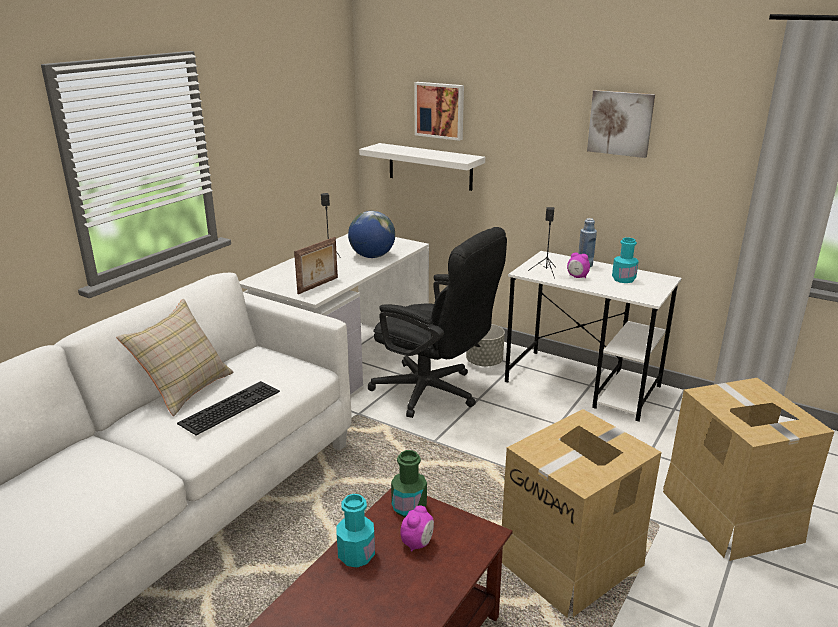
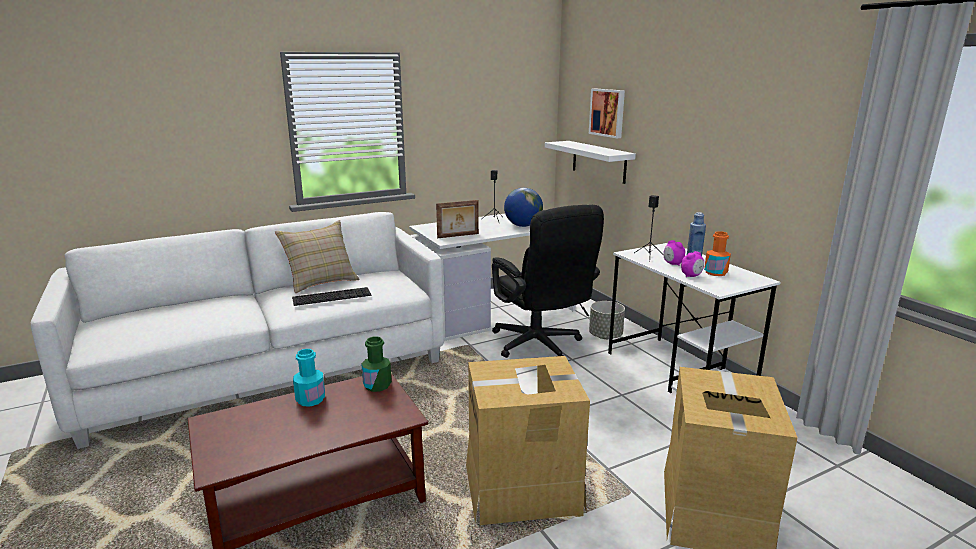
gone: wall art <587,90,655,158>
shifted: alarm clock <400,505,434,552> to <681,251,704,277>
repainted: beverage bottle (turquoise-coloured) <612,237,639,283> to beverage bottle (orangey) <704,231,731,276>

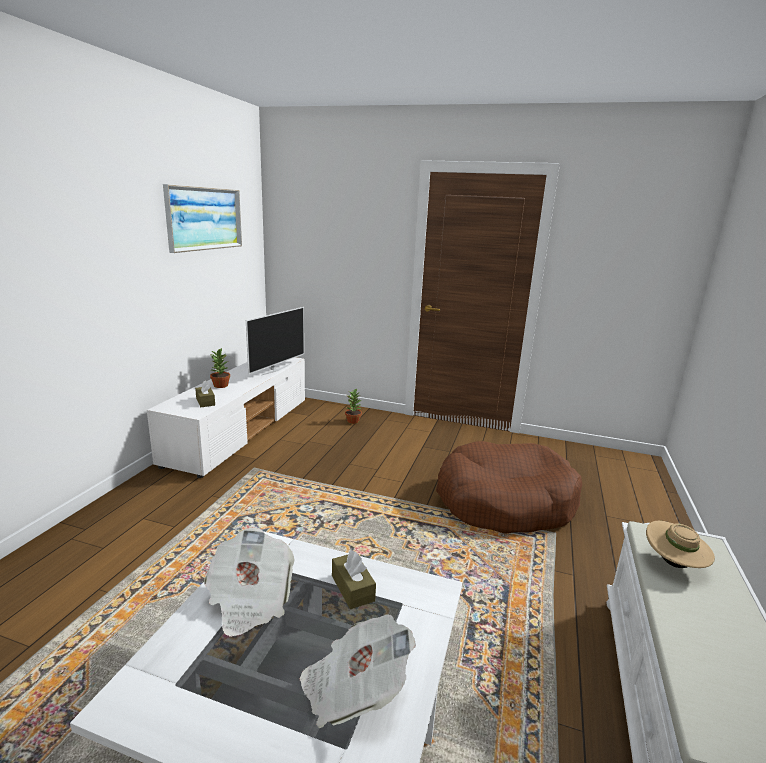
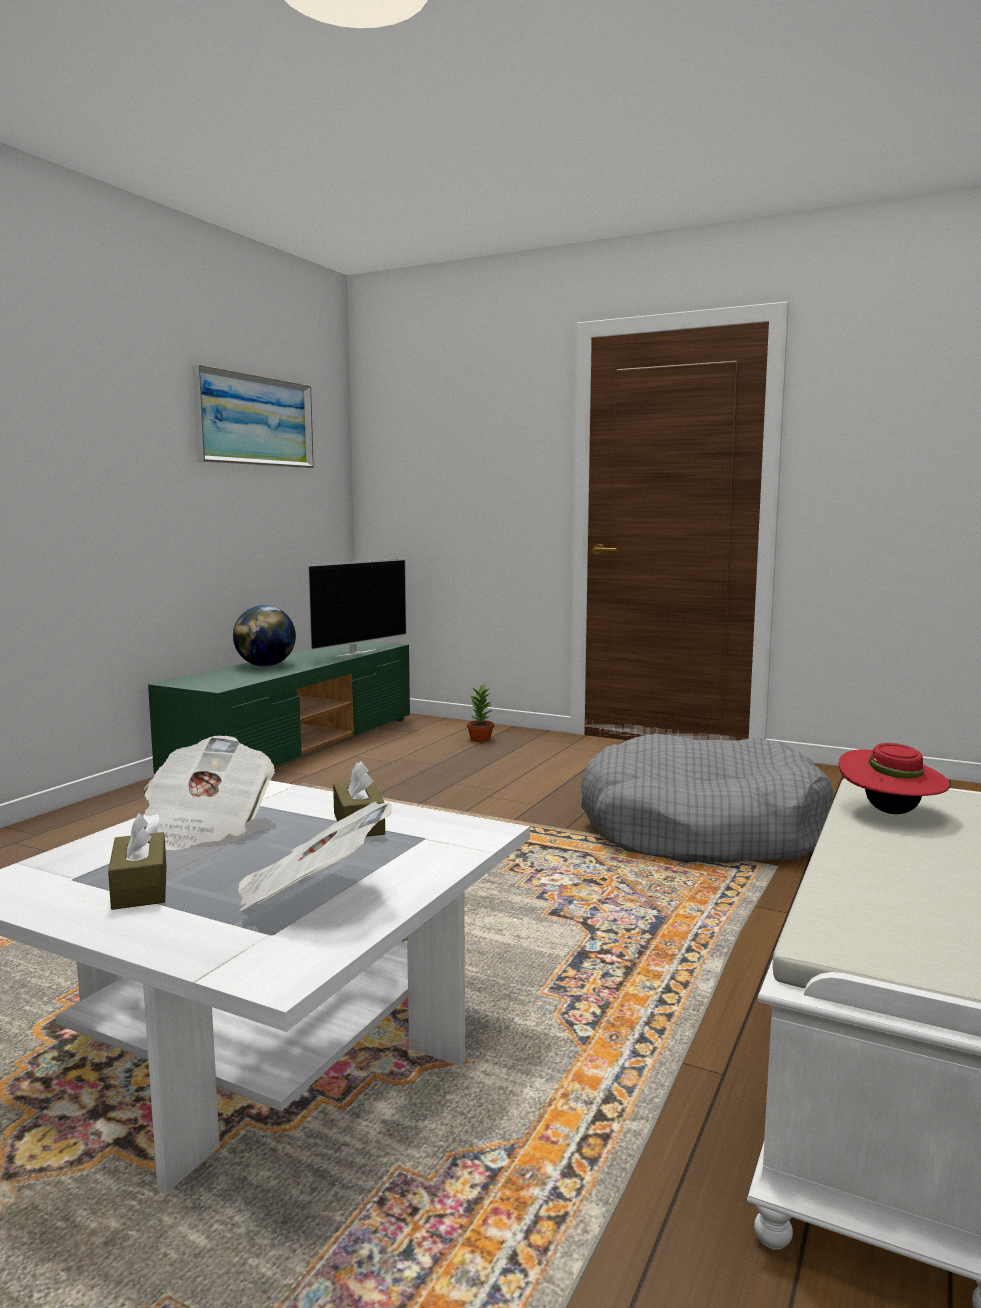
shifted: tissue holder (brown) <195,381,215,407> to <108,813,167,910>
swapped: potted plant <210,347,230,388> to globe <233,605,296,667>
repainted: media console (white-coloured) <147,357,305,478> to media console (green) <148,641,410,774>; dog cushion (brown) <436,441,582,534> to dog cushion (grey) <581,734,834,863>; wearable hat (sand-coloured) <646,521,715,568> to wearable hat (reddish) <838,743,950,814>

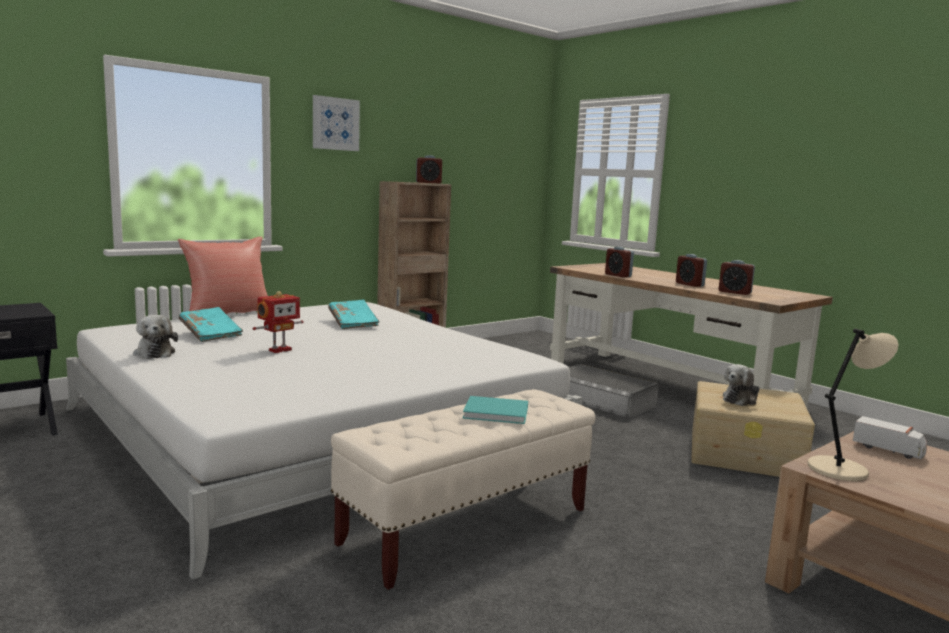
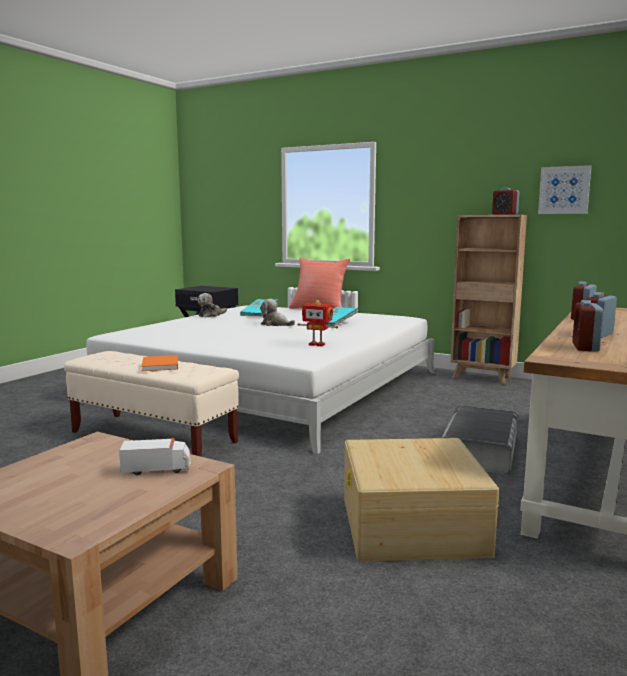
gone: tabletop lamp (sand-coloured) <808,329,898,481>
shifted: robot figure <253,291,304,353> to <298,300,338,346>; wall art <313,95,360,151> to <538,165,591,214>; cuddly toy <723,364,760,406> to <260,299,295,326>
repainted: book (turquoise-coloured) <463,396,528,424> to book (orangey) <141,355,178,371>
rotated: toy truck <853,416,927,459> = <119,438,191,476> 120 degrees counterclockwise

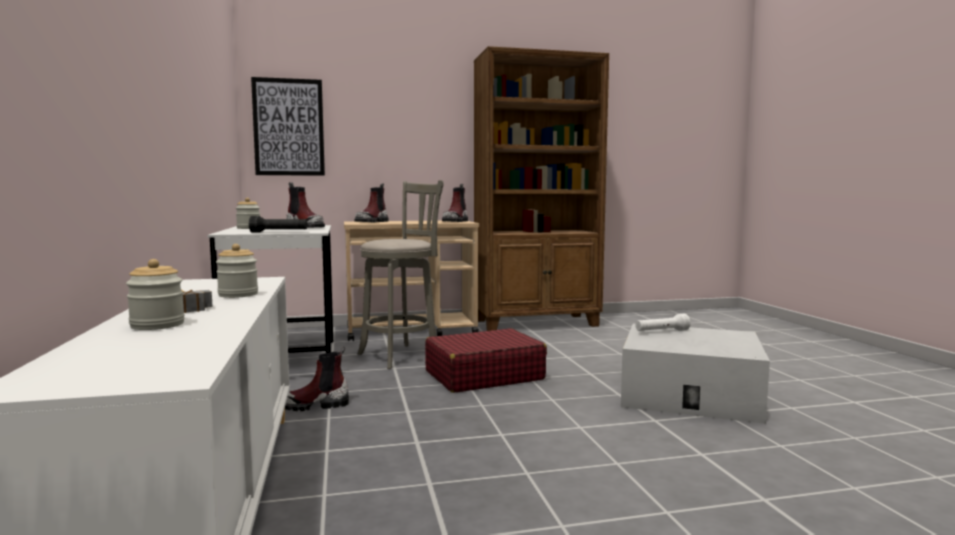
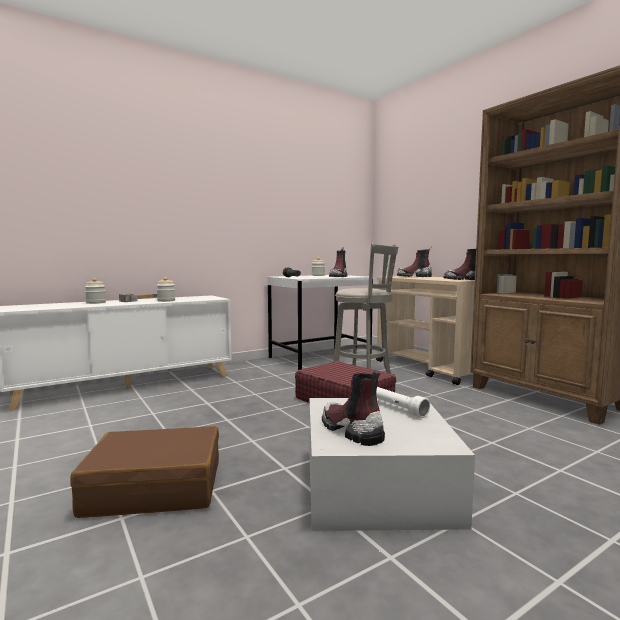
gone: wall art <251,77,325,176>
new: piece of luggage (brown) <70,426,219,518>
shifted: high-top boot <285,347,349,411> to <322,371,385,446>

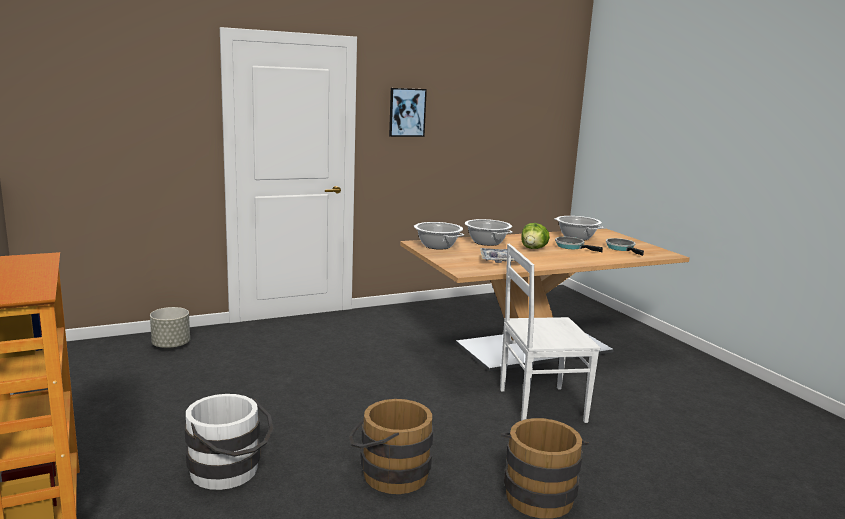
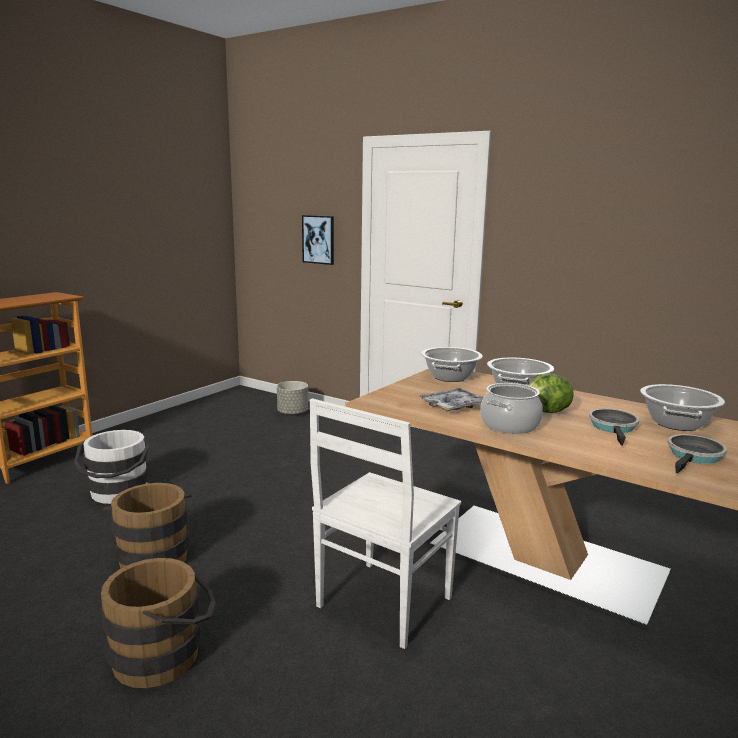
new: cooking pot <480,383,543,434>
shifted: wall art <389,88,427,137> to <302,215,334,265>
rotated: plain chair (white-coloured) <500,244,600,423> = <310,398,461,649> 105 degrees counterclockwise

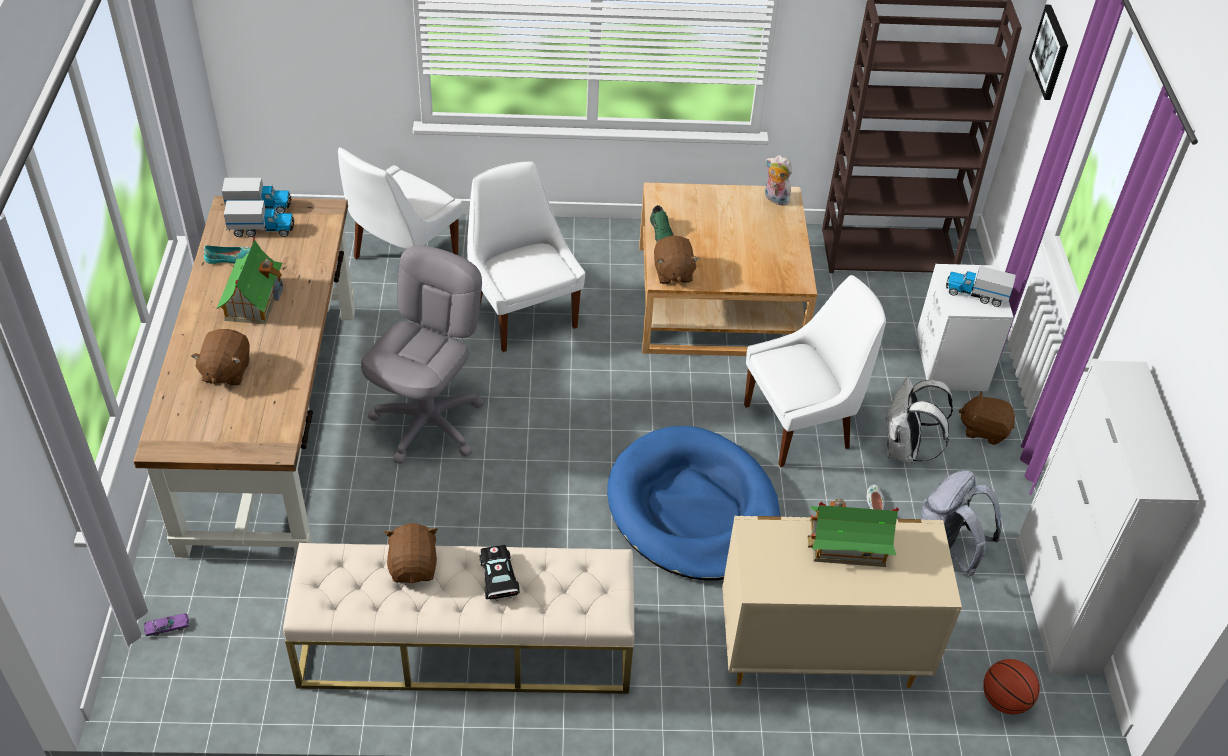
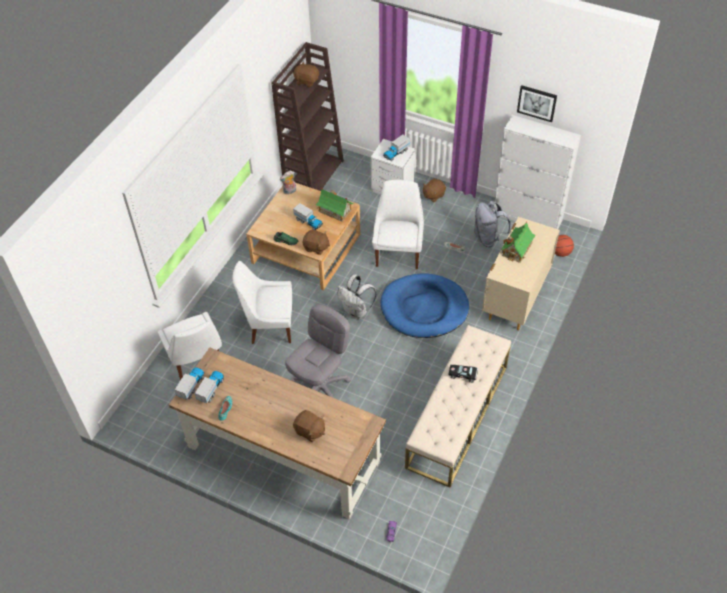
new: toy truck <293,203,323,230>
shifted: toy house <217,236,284,324> to <316,188,354,222>; cuddly toy (brown) <385,523,438,583> to <293,62,319,87>; knapsack (white-coloured) <885,377,953,463> to <337,274,376,319>; wall art <1029,5,1068,100> to <517,85,557,122>
rotated: office chair (grey) <361,245,484,464> = <285,304,351,398> 75 degrees clockwise

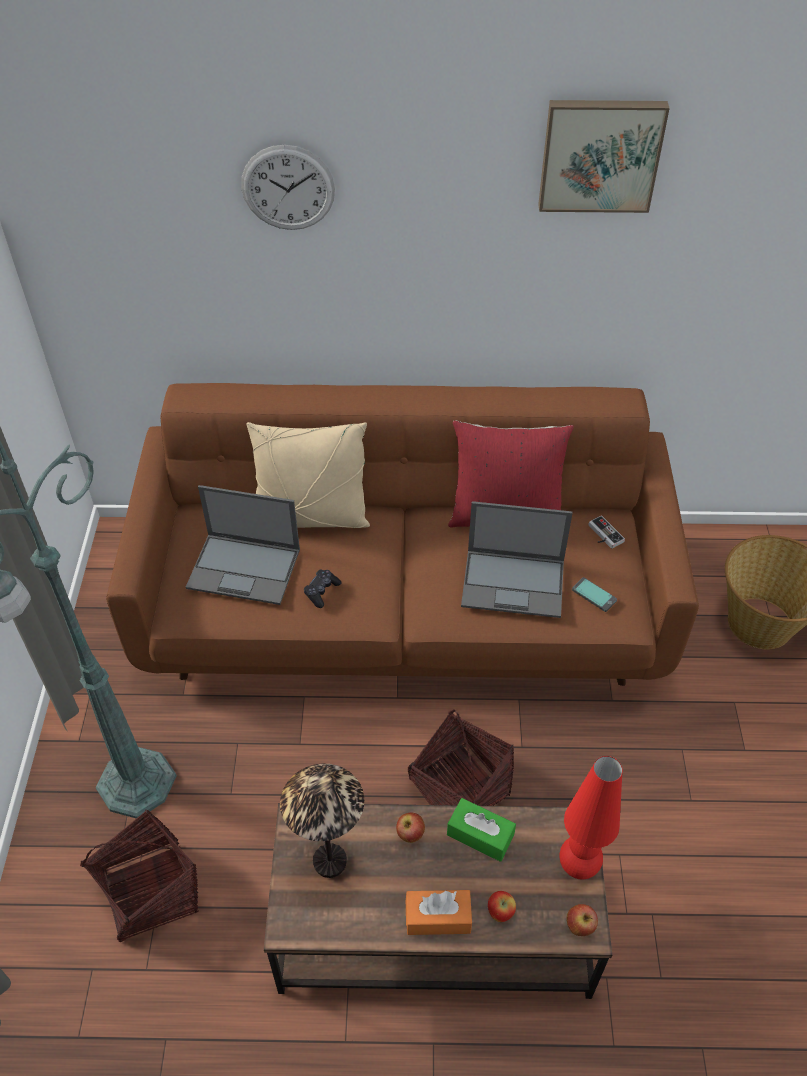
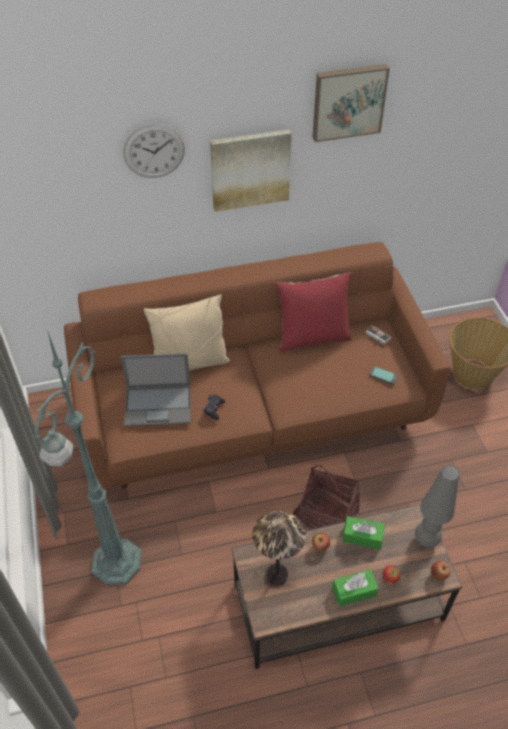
gone: household basket <80,809,198,942>; notebook computer <461,501,573,618>
new: wall art <210,129,292,212>
repainted: tissue holder (orangey) <406,890,472,935> to tissue holder (green) <332,570,379,606>; tabletop lamp (reddish) <559,756,623,880> to tabletop lamp (grey) <415,465,459,548>

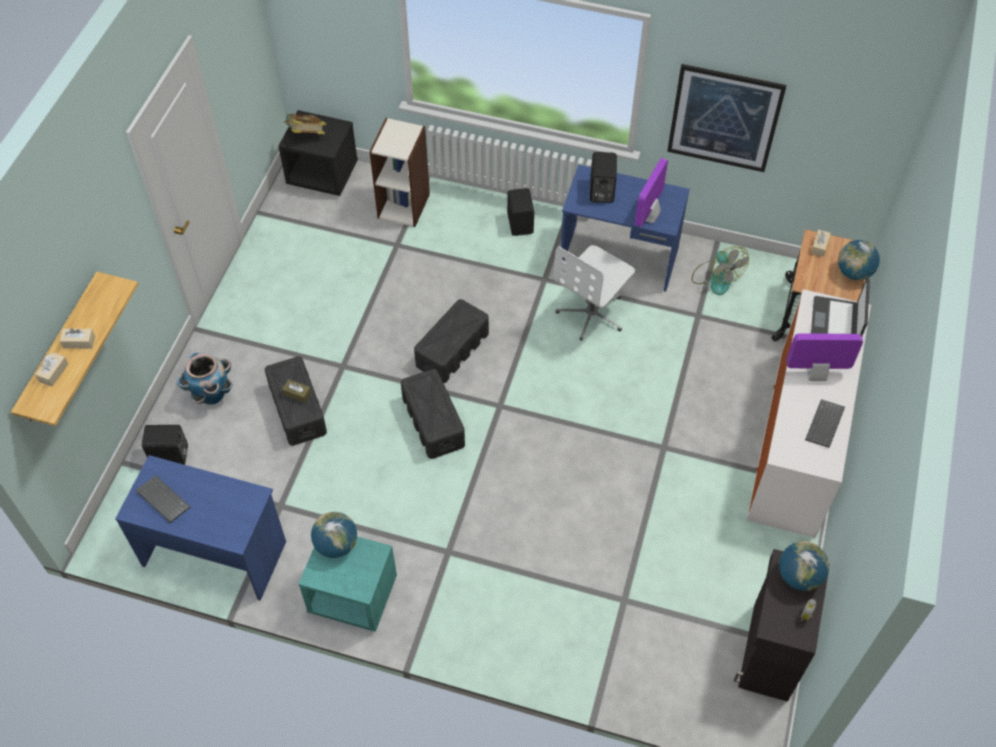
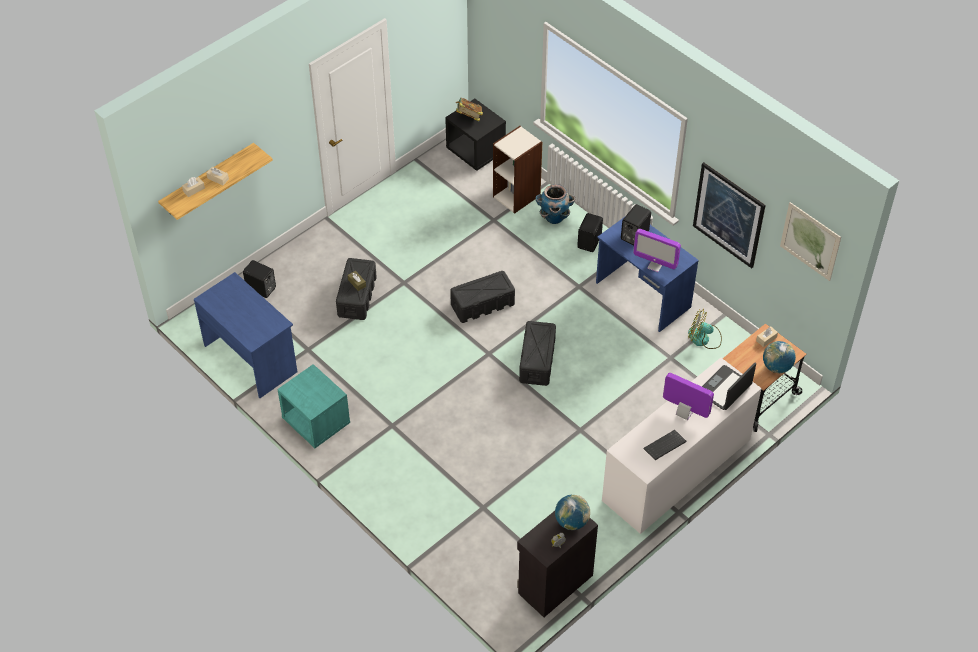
gone: PC keyboard <135,475,190,523>; globe <311,512,357,558>; office chair (white-coloured) <553,245,635,341>
new: wall art <780,202,841,281>
shifted: plant pot <177,352,233,405> to <535,184,575,224>; storage box (black) <401,369,465,459> to <519,321,556,386>
rotated: computer screen <635,158,668,227> = <633,229,681,272> 120 degrees counterclockwise; electric fan <692,246,749,295> = <688,309,722,349> 105 degrees clockwise

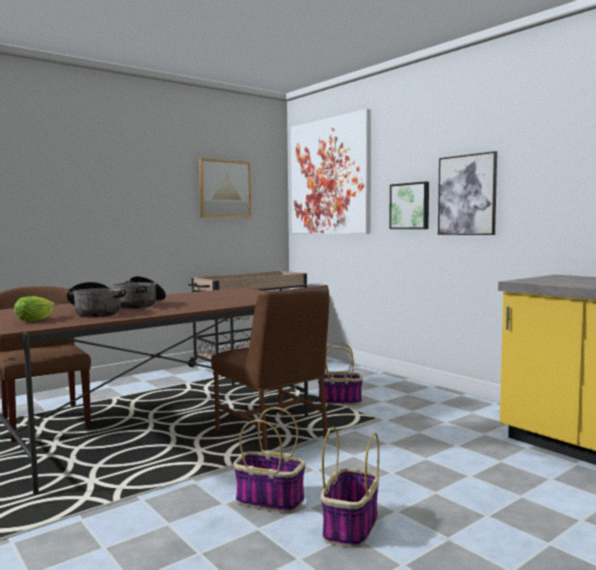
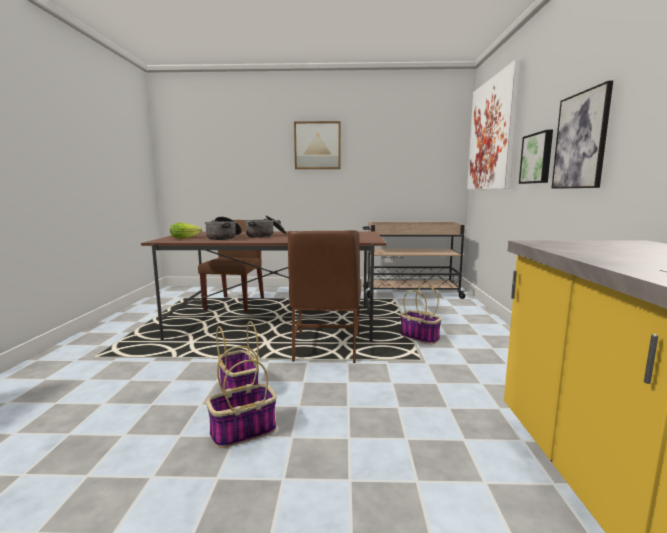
shifted: wall art <199,158,251,218> to <294,121,340,169>

